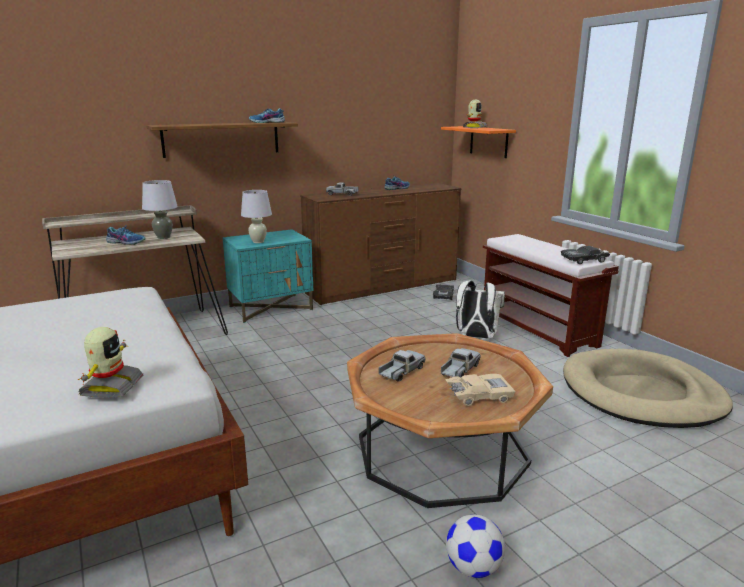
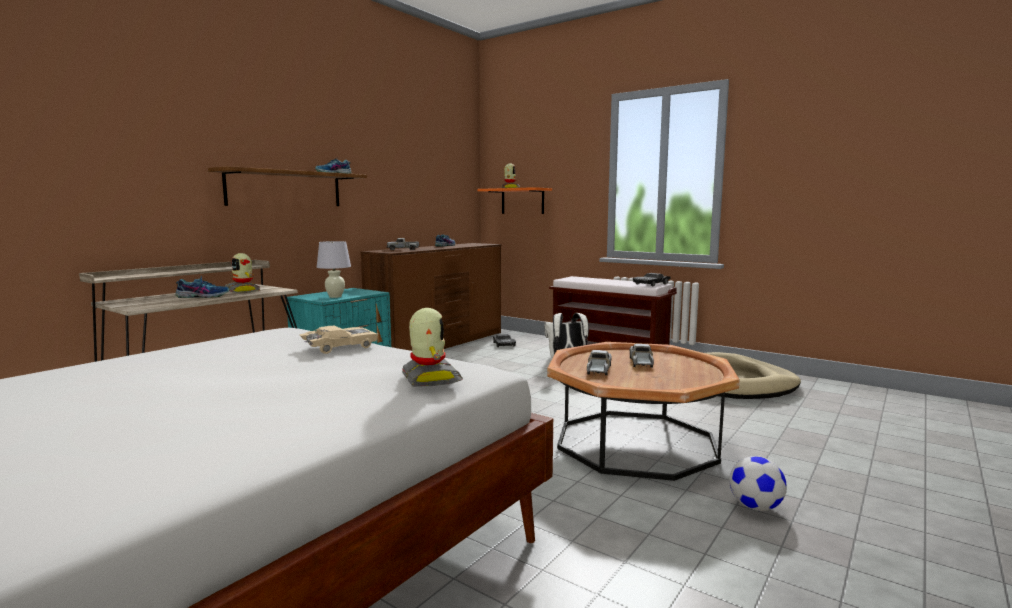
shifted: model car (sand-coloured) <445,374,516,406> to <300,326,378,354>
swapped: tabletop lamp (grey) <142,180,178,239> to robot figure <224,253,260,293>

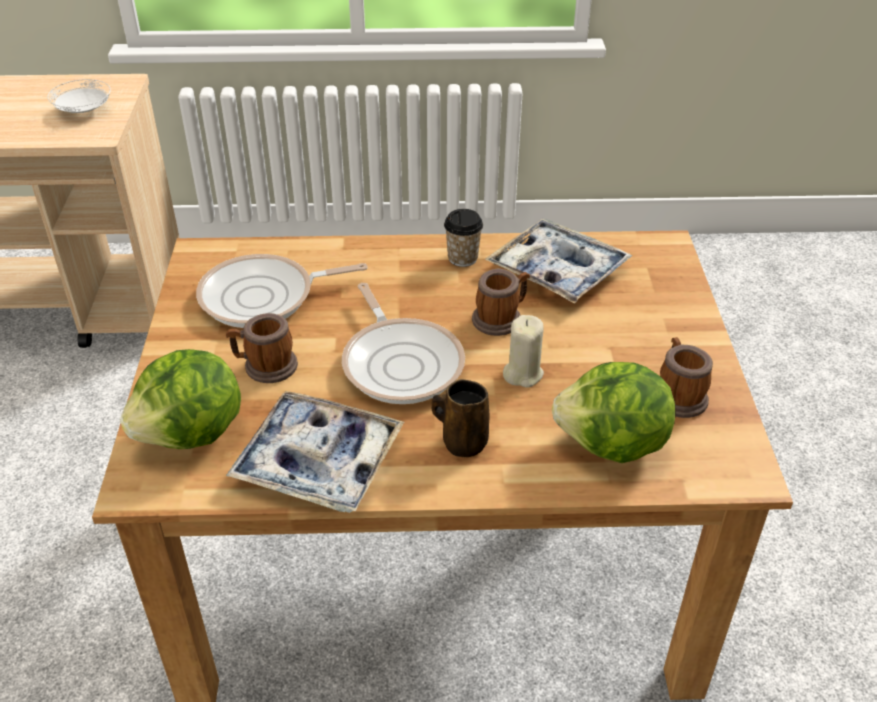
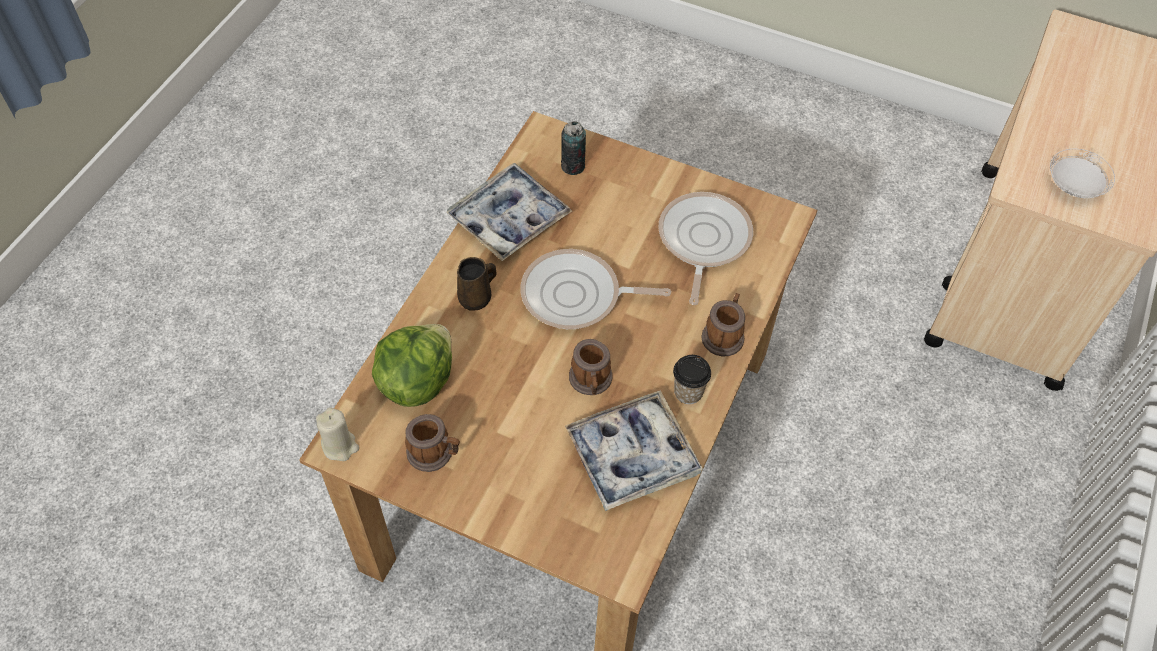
shifted: coffee mug <226,313,298,383> to <701,293,745,356>; wax candle (sand-coloured) <503,315,544,387> to <316,407,359,461>
swapped: head of lettuce <120,349,241,449> to sealed can <561,121,586,175>

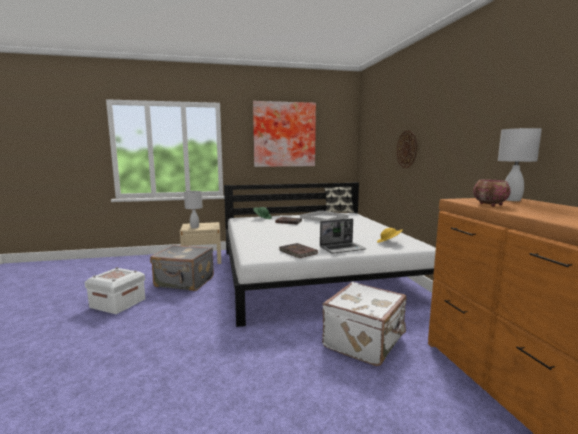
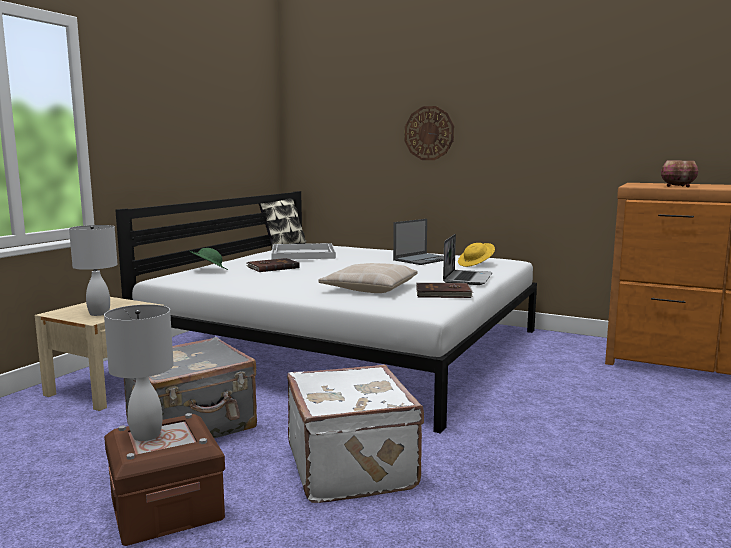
gone: wall art <253,101,316,167>
new: throw pillow (sand-coloured) <318,263,418,293>; notebook computer <393,219,444,265>
shifted: piece of luggage (white-coloured) <322,282,406,366> to <287,365,424,503>; tabletop lamp (white-coloured) <498,128,542,201> to <104,304,174,441>
repainted: storage box (white-coloured) <85,267,145,314> to storage box (brown) <104,413,225,546>

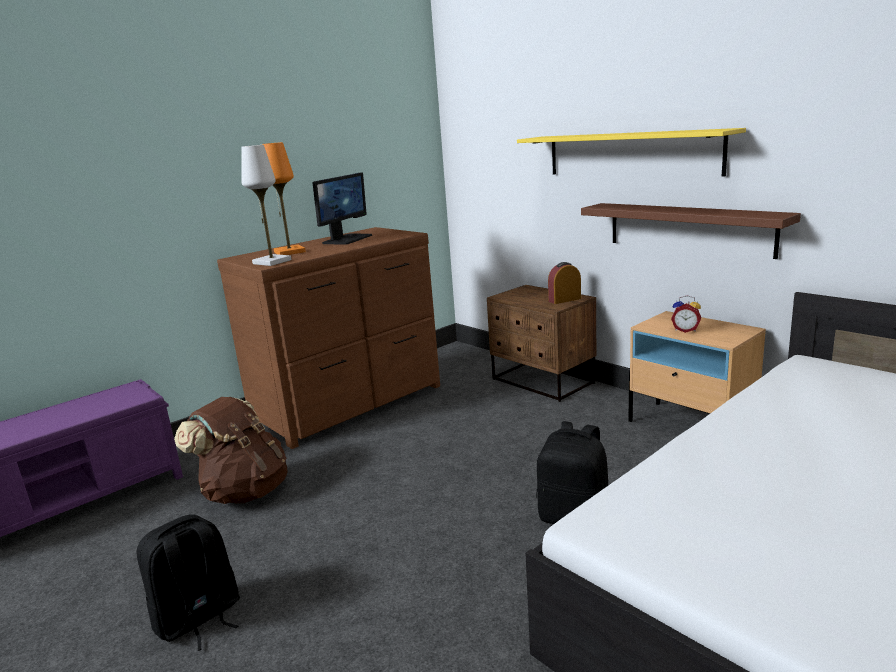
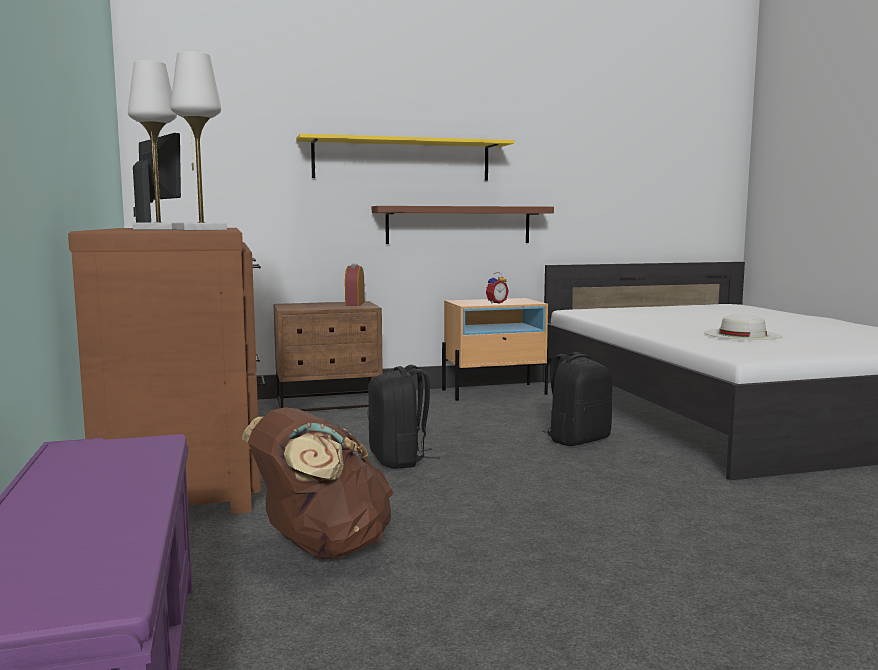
new: wearable hat (white-coloured) <704,314,782,340>
shifted: knapsack (black) <137,515,240,651> to <368,365,440,469>
repainted: tabletop lamp (orangey) <262,142,306,255> to tabletop lamp (white-coloured) <128,60,183,230>

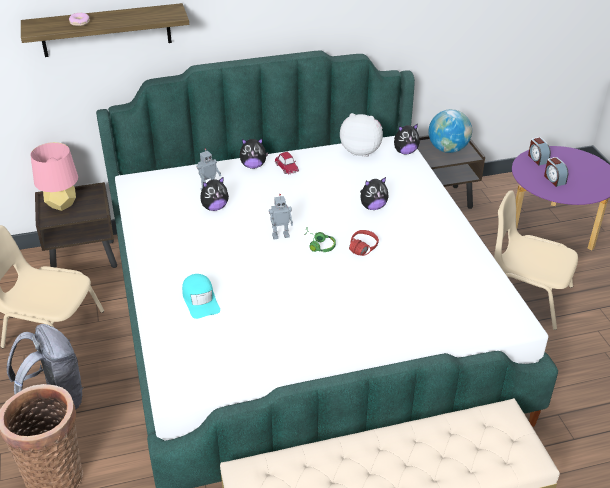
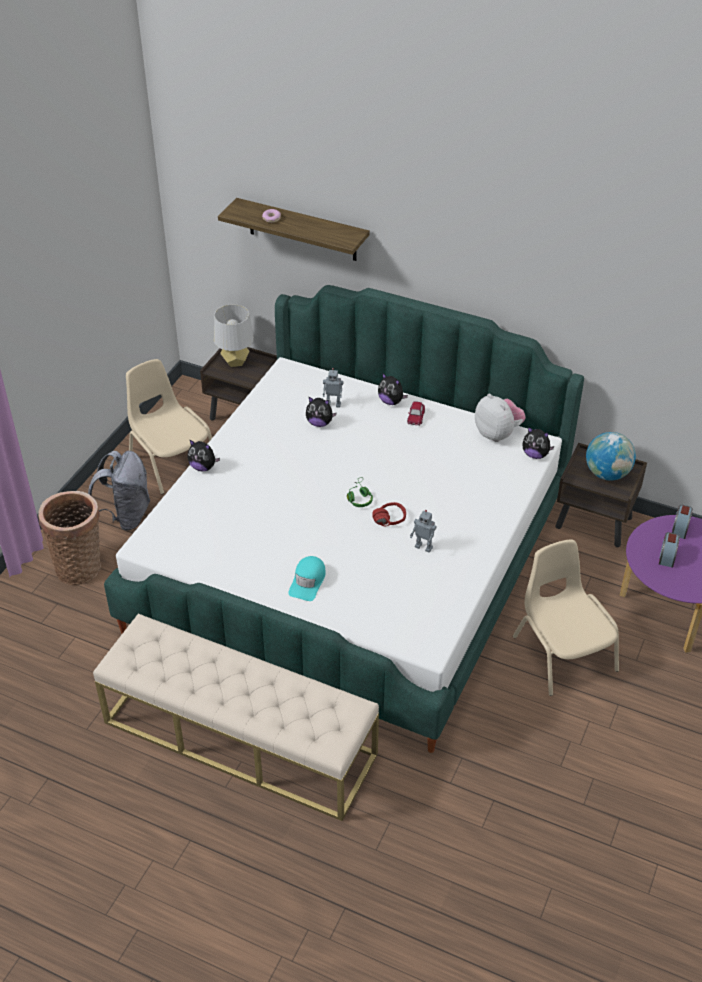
shifted: baseball cap (turquoise-coloured) <182,274,220,319> to <288,556,326,601>; robot figure <269,194,293,240> to <410,510,437,553>; cuddly toy <360,177,389,210> to <187,439,220,471>
repainted: tabletop lamp (pink-coloured) <30,142,78,211> to tabletop lamp (grey) <214,304,254,367>

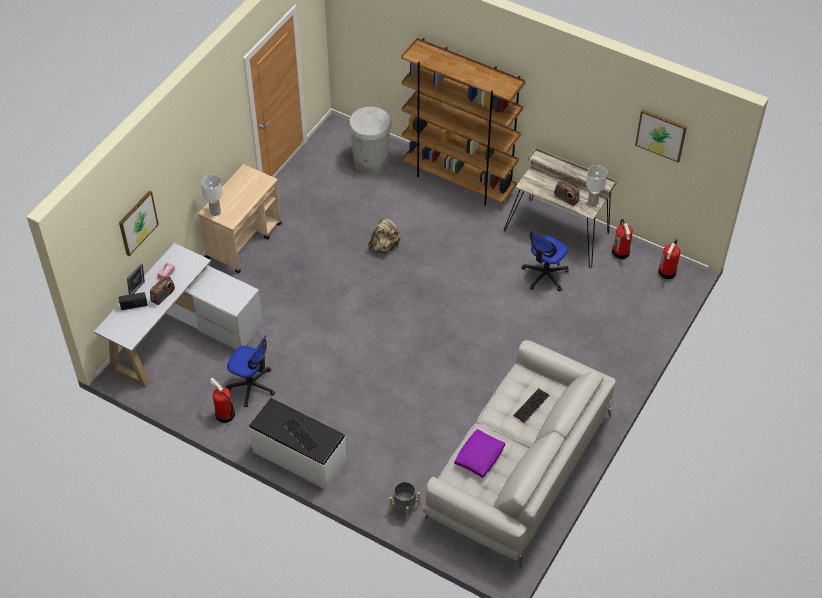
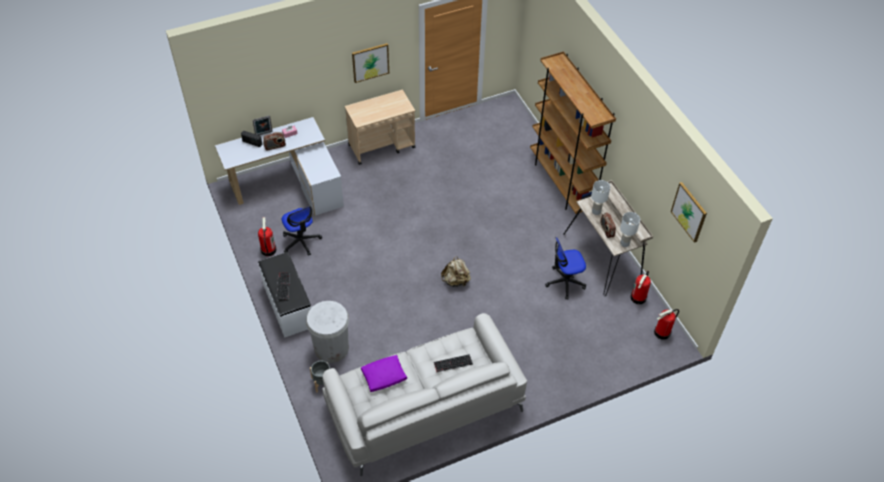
shifted: wall art <119,191,159,256> to <352,43,389,83>; tabletop lamp (white-coloured) <201,174,223,216> to <591,180,610,215>; waste bin (white-coloured) <348,107,392,174> to <306,301,349,363>; knapsack (sand-coloured) <368,217,401,253> to <441,256,471,287>

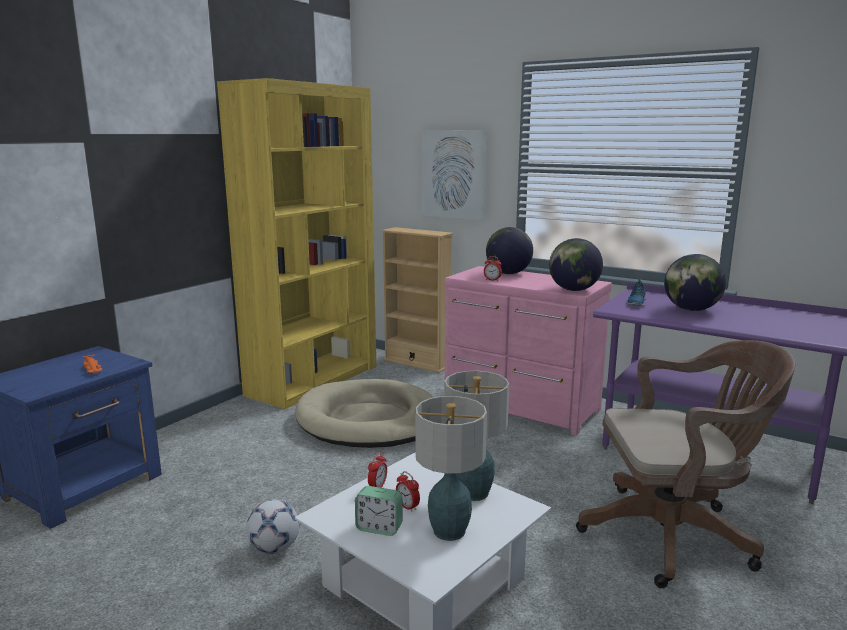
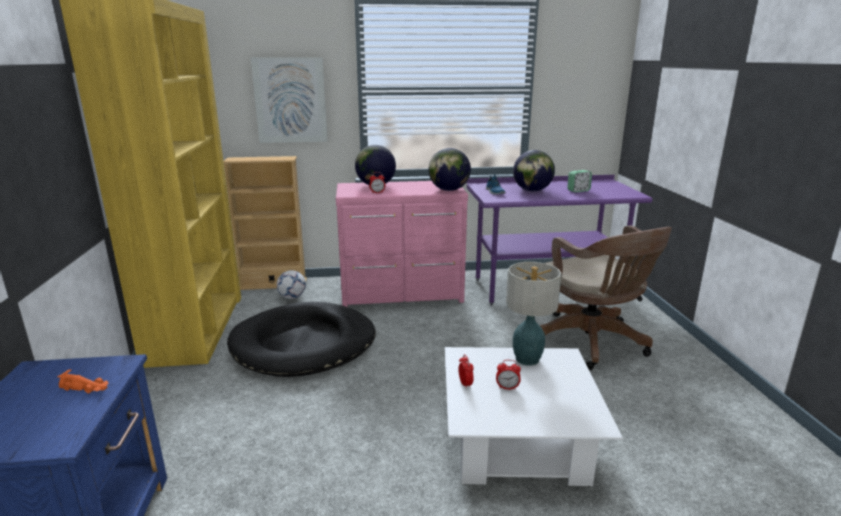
gone: tabletop lamp <415,396,487,541>
shifted: football <246,499,299,554> to <277,270,306,299>; alarm clock <355,486,402,536> to <568,170,592,192>
repainted: dog cushion (sand-coloured) <295,379,434,448> to dog cushion (black) <227,302,376,377>
rotated: office chair (brown) <576,340,795,588> = <539,225,672,370> 105 degrees clockwise

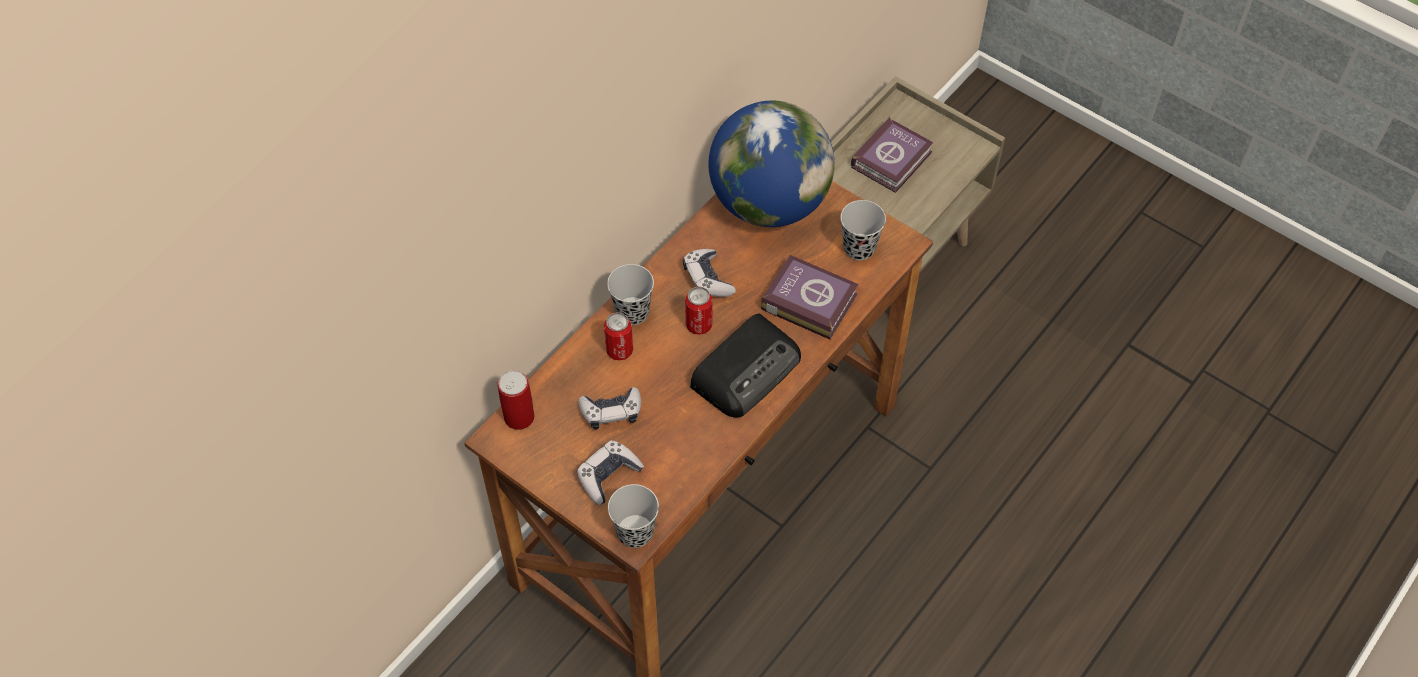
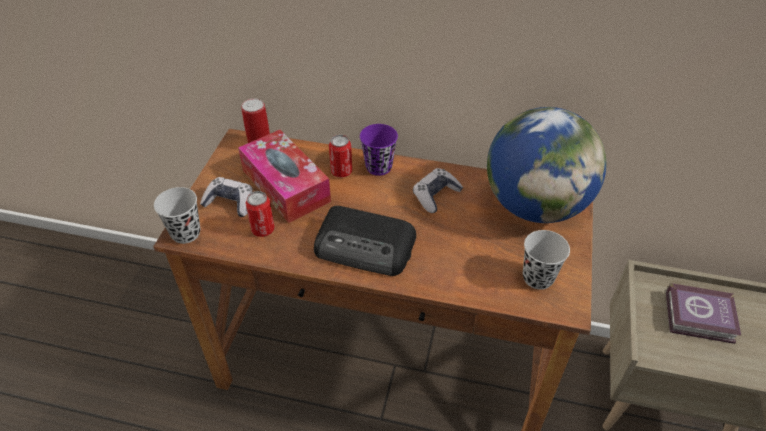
gone: book <761,255,859,339>
shifted: sealed can <685,286,713,335> to <245,191,275,237>
swapped: gamepad <579,387,641,429> to tissue holder <238,130,331,223>
repainted: drinking cup (black) <607,264,654,325> to drinking cup (purple) <360,124,398,176>

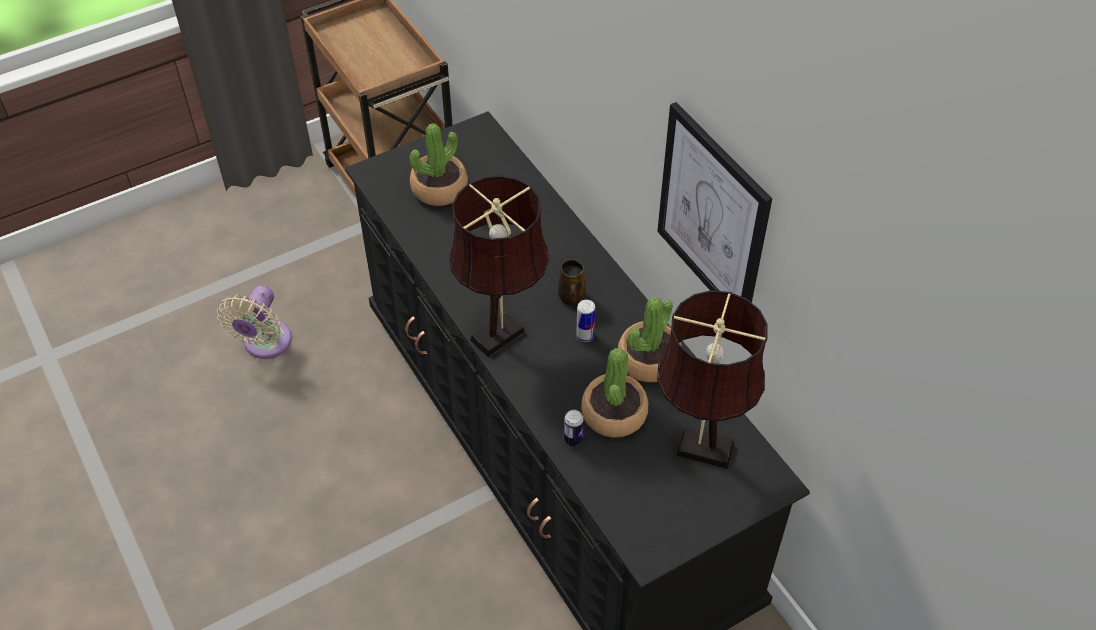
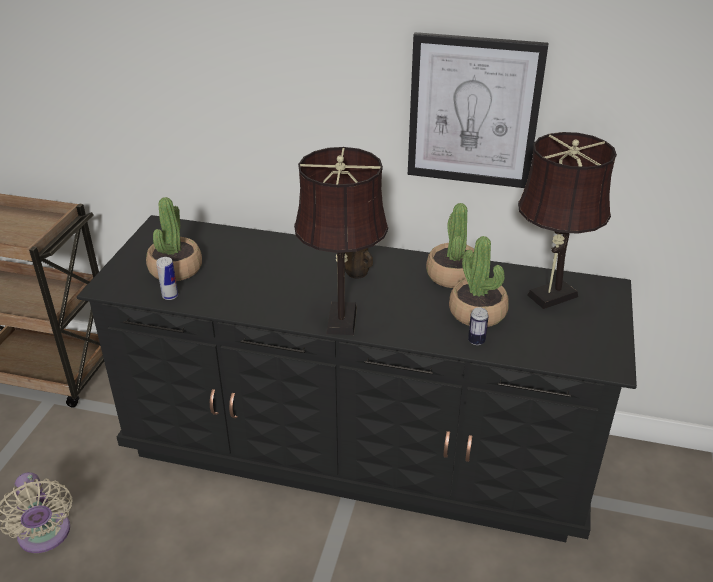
shifted: sealed can <576,300,595,342> to <156,257,178,300>

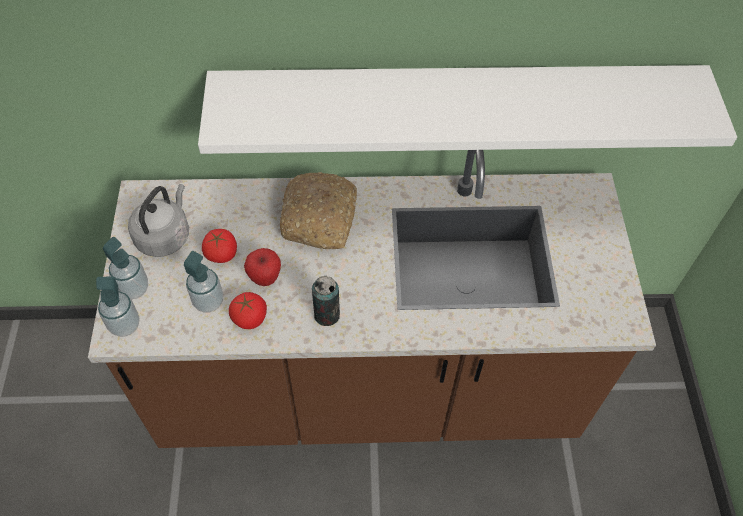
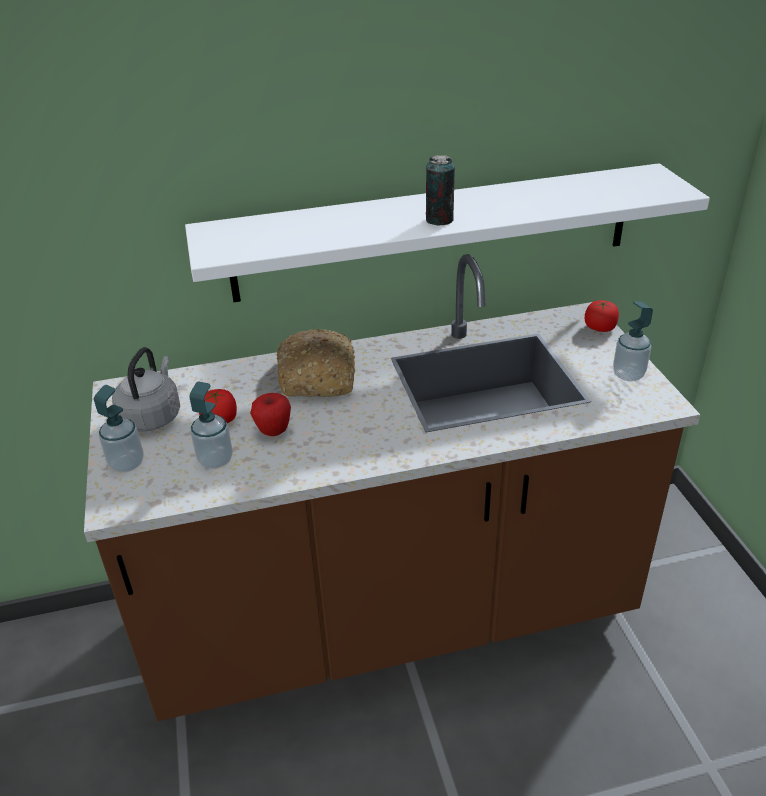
shifted: liquid soap bottle <96,277,140,337> to <613,301,653,381>; whole tomato <229,292,267,329> to <585,300,619,332>; sealed can <312,276,340,326> to <426,155,455,226>

